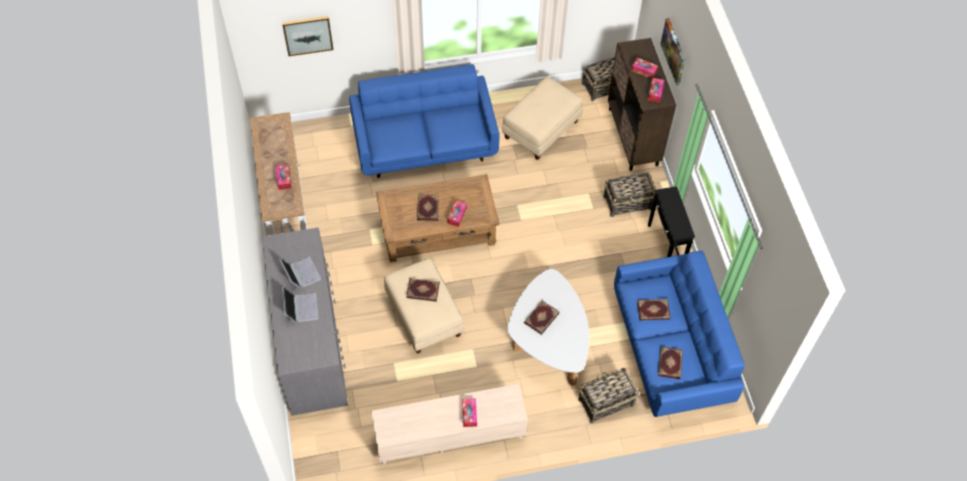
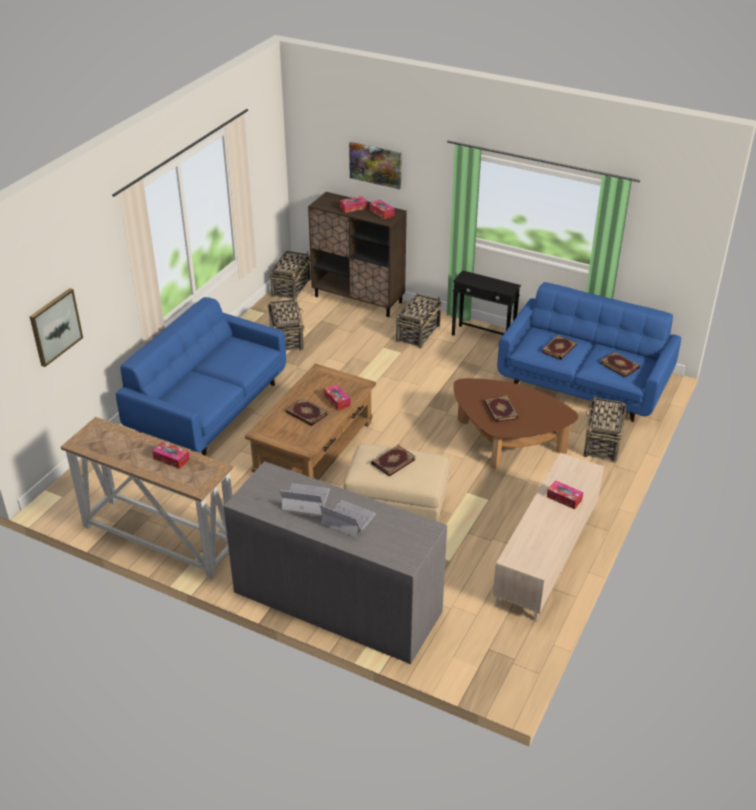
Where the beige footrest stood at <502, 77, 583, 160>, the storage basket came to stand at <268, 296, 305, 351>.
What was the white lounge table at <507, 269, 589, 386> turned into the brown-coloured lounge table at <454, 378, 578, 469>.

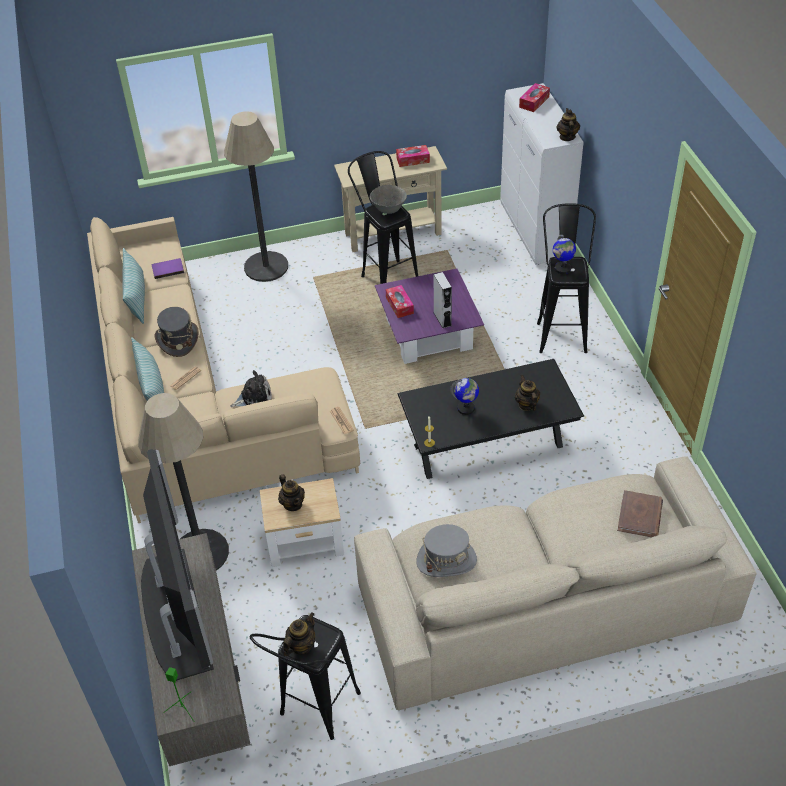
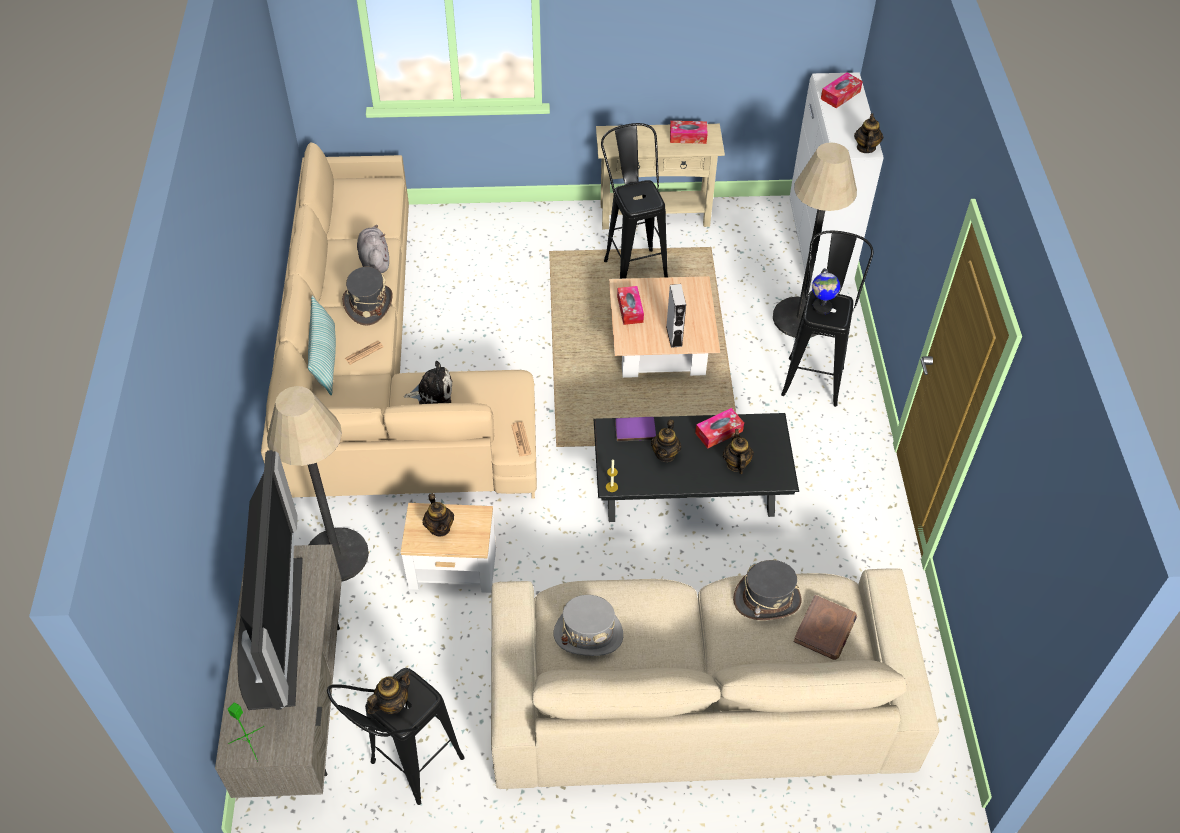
The second view lost the pillow at <122, 248, 145, 324>.
The second view lost the gray deep dish at <370, 185, 407, 214>.
The second view gained the gray cuddly toy at <357, 225, 389, 273>.
The second view gained the box of tissues at <695, 408, 744, 449>.
The second view gained the gray clothing hat at <733, 560, 802, 620>.
The purple bound book ended up elsewhere, having gone from <152, 258, 184, 279> to <615, 417, 656, 442>.
The standing lamp ended up elsewhere, having gone from <224, 111, 288, 282> to <773, 142, 857, 338>.
Where the desk globe stood at <450, 378, 479, 415>, the teapot came to stand at <651, 420, 681, 462>.
What was the purple lounge table at <375, 269, 484, 364> turned into the beige lounge table at <609, 276, 720, 378>.

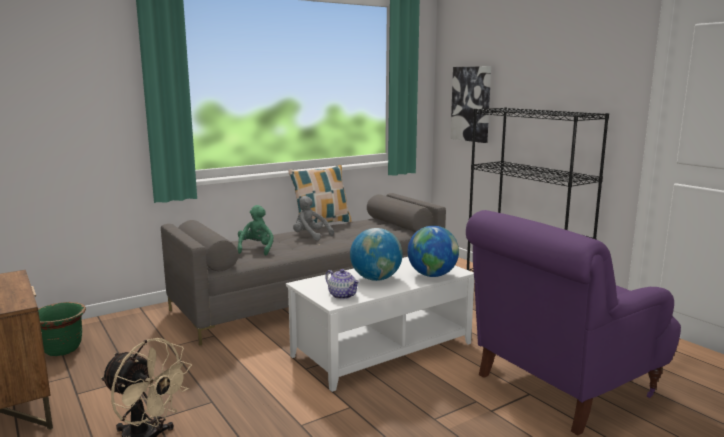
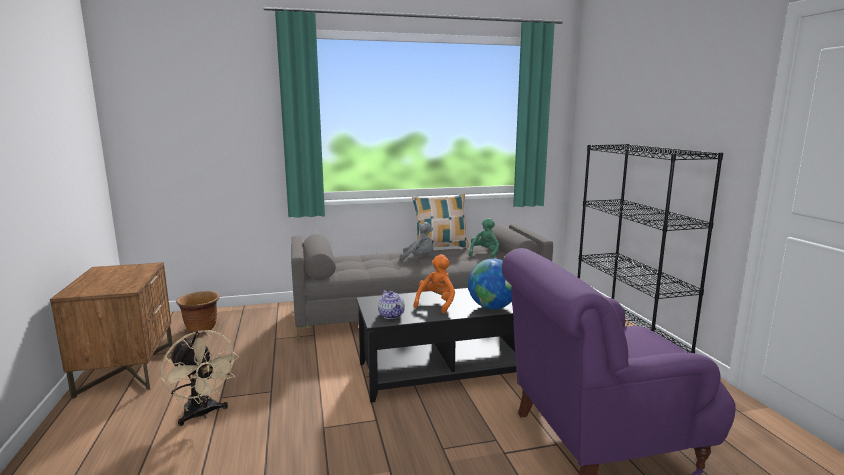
The second view lost the wall picture at <450, 66, 491, 143>.
The green-coloured cuddly toy ended up elsewhere, having gone from <237, 205, 274, 255> to <469, 218, 499, 259>.
Where the desk globe stood at <350, 228, 402, 281>, the orange cuddly toy came to stand at <414, 254, 455, 314>.
What was the green-coloured planter at <38, 302, 86, 356> turned into the brown-coloured planter at <176, 291, 220, 333>.
What was the white lounge table at <286, 257, 474, 392> turned into the black-coloured lounge table at <356, 288, 517, 402>.
The gray cuddly toy at <293, 196, 334, 241> ended up facing another way, 135 degrees clockwise from before.

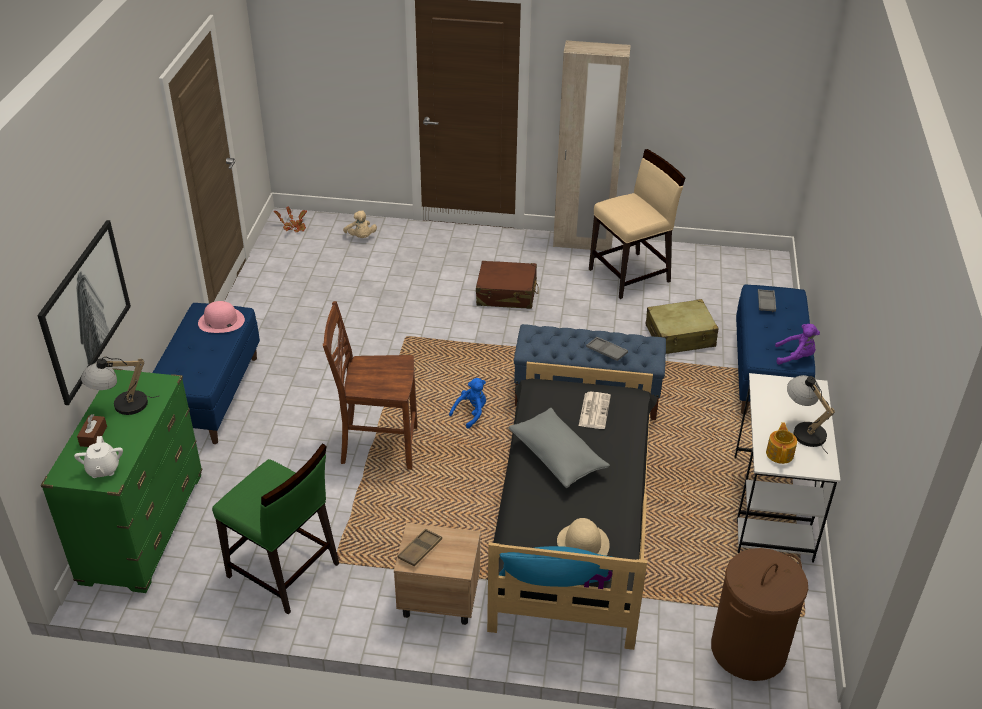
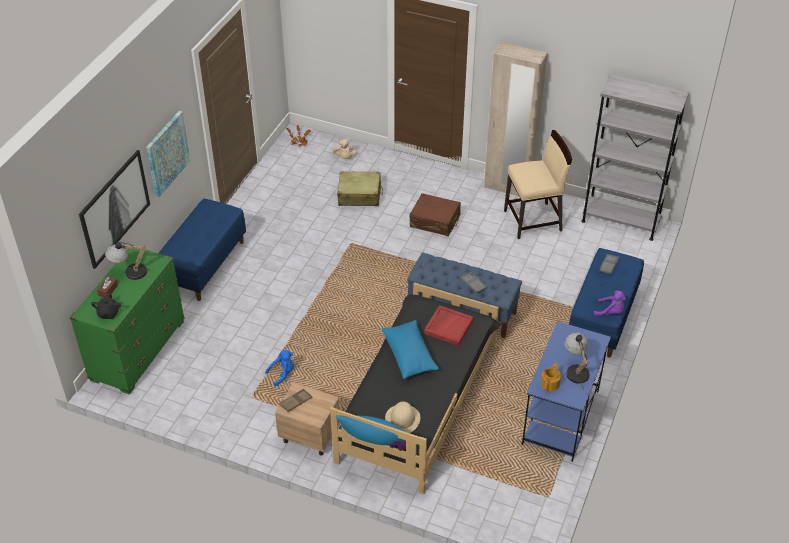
The second view lost the pink-coloured clothing hat at <198, 301, 245, 333>.
The second view lost the green-coloured plain chair at <212, 443, 339, 614>.
The second view lost the brown-coloured plain chair at <323, 301, 417, 470>.
The second view lost the brown-coloured laundry basket at <711, 548, 808, 681>.
The second view gained the wall picture at <146, 111, 190, 197>.
The second view gained the gray shelving unit at <581, 74, 689, 241>.
The blue cuddly toy ended up elsewhere, having gone from <449, 378, 486, 429> to <265, 350, 294, 386>.
The beige piece of luggage ended up elsewhere, having gone from <645, 299, 719, 354> to <337, 172, 383, 206>.
Where the daily paper stood at <579, 392, 611, 429>, the reddish tray came to stand at <424, 305, 474, 346>.
What was the white teapot at <74, 436, 123, 478> turned into the black-coloured teapot at <91, 293, 121, 319>.
What was the gray pillow at <508, 408, 610, 488> turned into the blue pillow at <382, 320, 439, 379>.
What was the white desk table at <735, 373, 841, 563> turned into the blue desk table at <522, 321, 611, 462>.

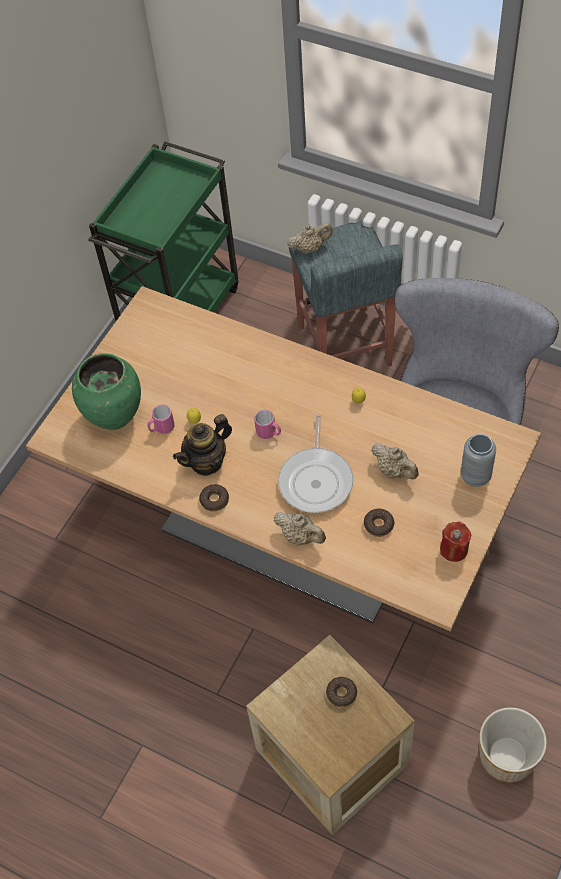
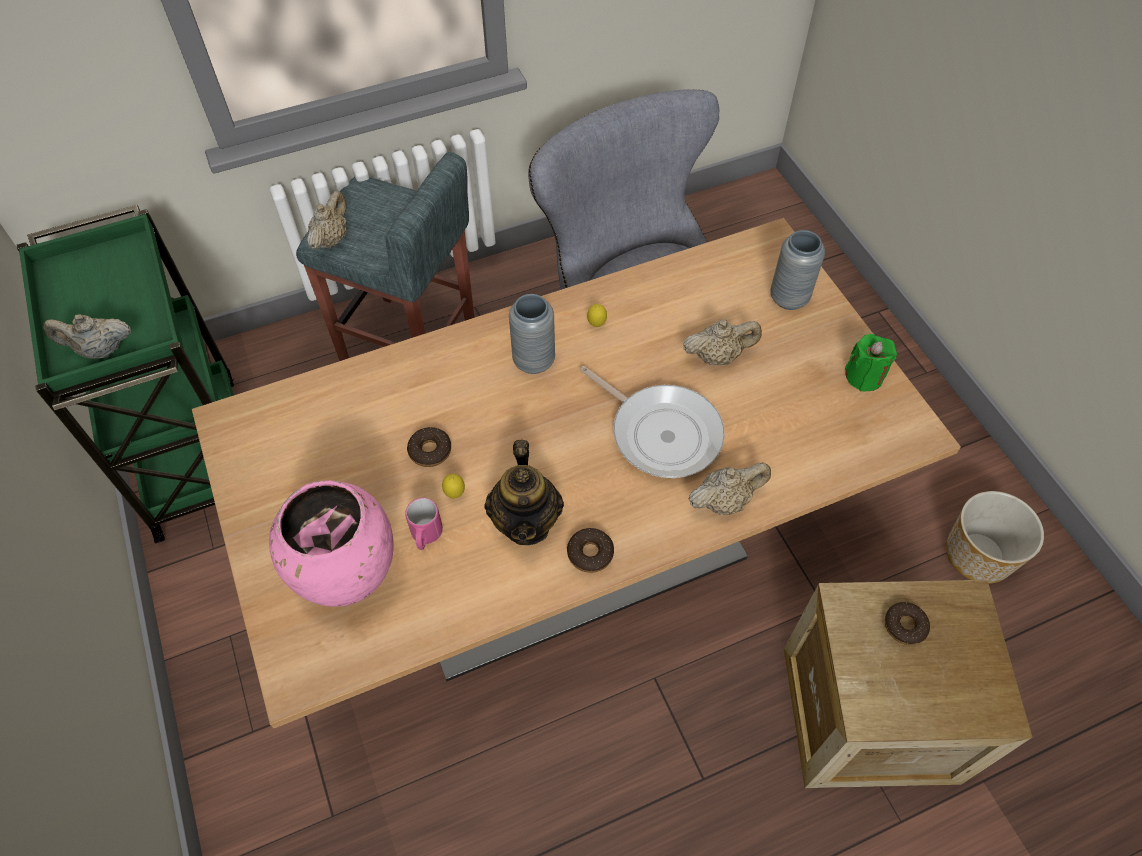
The second view lost the pink-coloured mug at <254, 410, 281, 439>.
The second view gained the beige teapot at <43, 314, 131, 359>.
The second view gained the gray flower vase at <509, 294, 555, 374>.
The ring doughnut ended up elsewhere, having gone from <364, 509, 394, 537> to <407, 427, 451, 467>.
What was the green-coloured flower vase at <72, 353, 141, 430> turned into the pink-coloured flower vase at <269, 480, 393, 607>.
What was the reddish wax candle at <440, 522, 471, 562> turned into the green-coloured wax candle at <845, 334, 897, 392>.

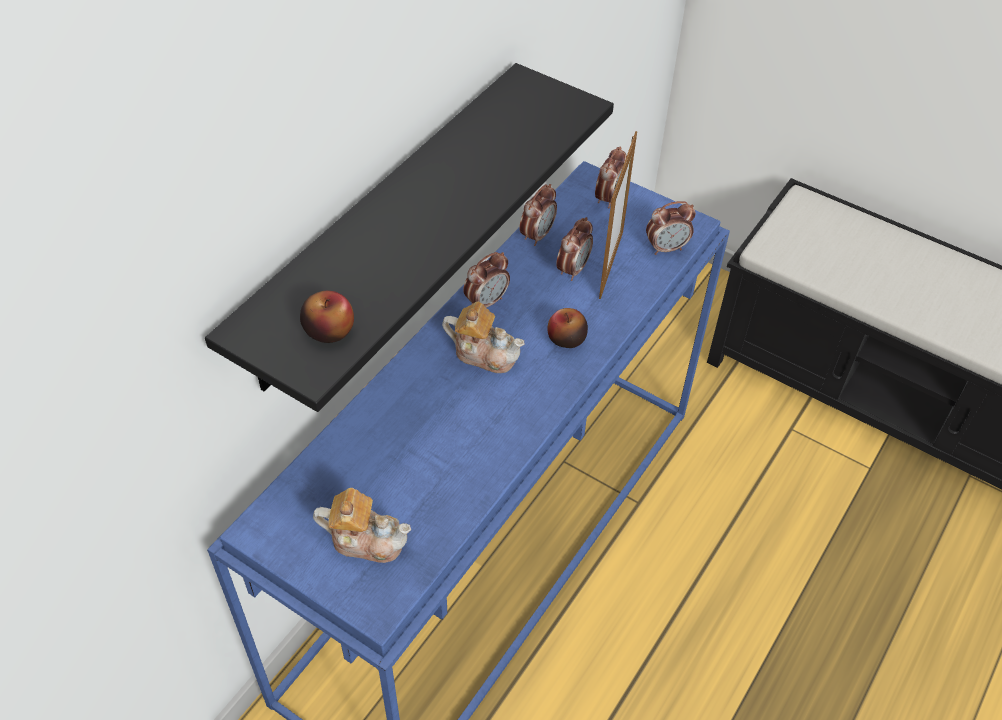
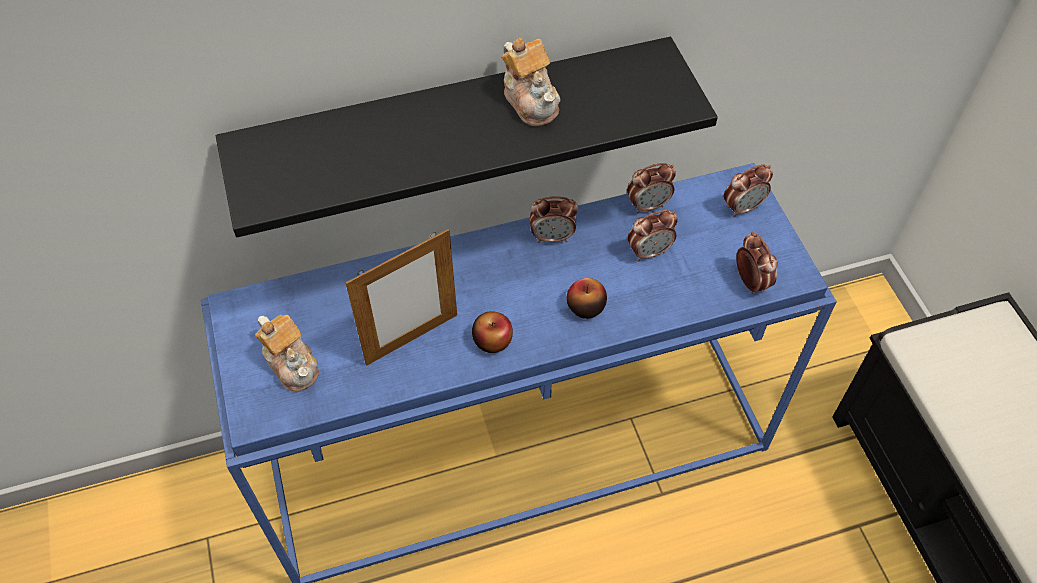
The whole apple ended up elsewhere, having gone from <300, 291, 354, 343> to <472, 311, 513, 353>.
The teapot ended up elsewhere, having gone from <442, 301, 525, 373> to <501, 38, 561, 127>.
The standing frame ended up elsewhere, having gone from <599, 131, 637, 299> to <345, 229, 457, 366>.
The alarm clock at <646, 201, 696, 255> ended up facing another way, 135 degrees counterclockwise from before.

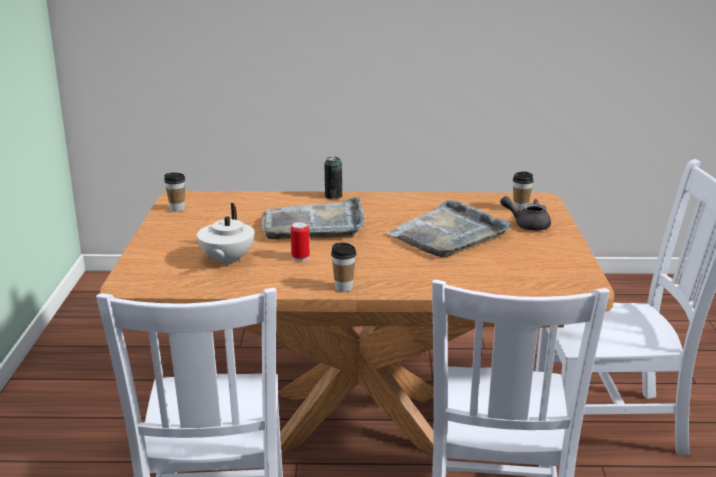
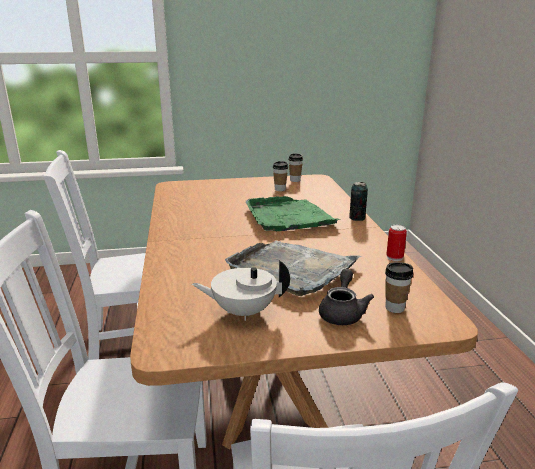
The white teapot ended up elsewhere, having gone from <197, 203, 254, 267> to <192, 260, 290, 321>.
The sealed can ended up elsewhere, having gone from <291, 222, 310, 261> to <386, 225, 407, 261>.
The drinking cup ended up elsewhere, having gone from <331, 242, 357, 292> to <273, 161, 288, 191>.
What was the gray tray at <262, 197, 364, 240> turned into the green-coloured tray at <245, 196, 341, 231>.

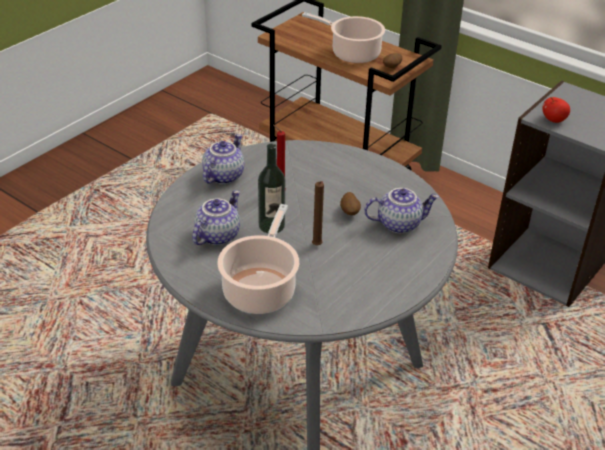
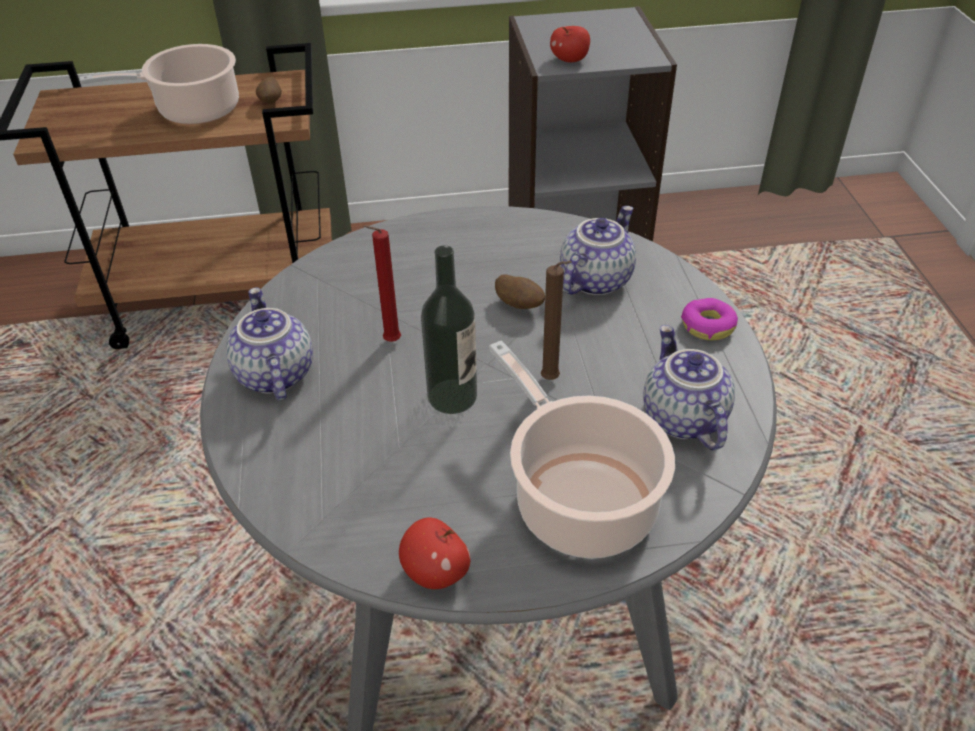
The second view gained the whole apple at <399, 517, 471, 589>.
The second view gained the ring doughnut at <681, 298, 738, 340>.
The teapot ended up elsewhere, having gone from <192, 190, 240, 245> to <643, 325, 735, 450>.

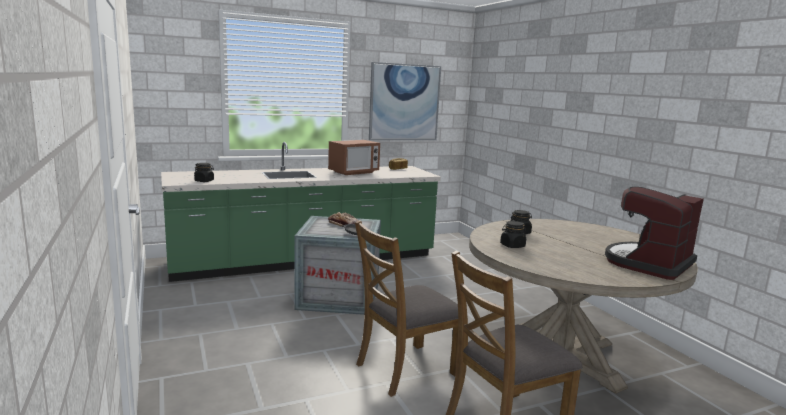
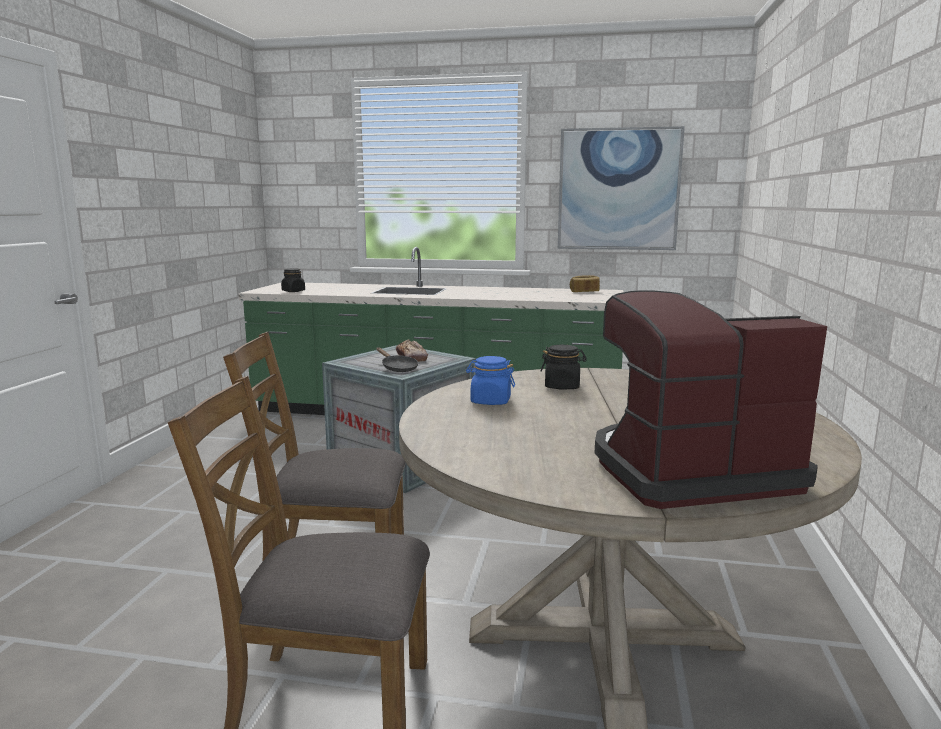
The second view lost the kitchen microwave at <328, 140, 380, 175>.
What was the black-coloured preserve jar at <500, 221, 526, 248> turned into the blue preserve jar at <466, 356, 515, 405>.

